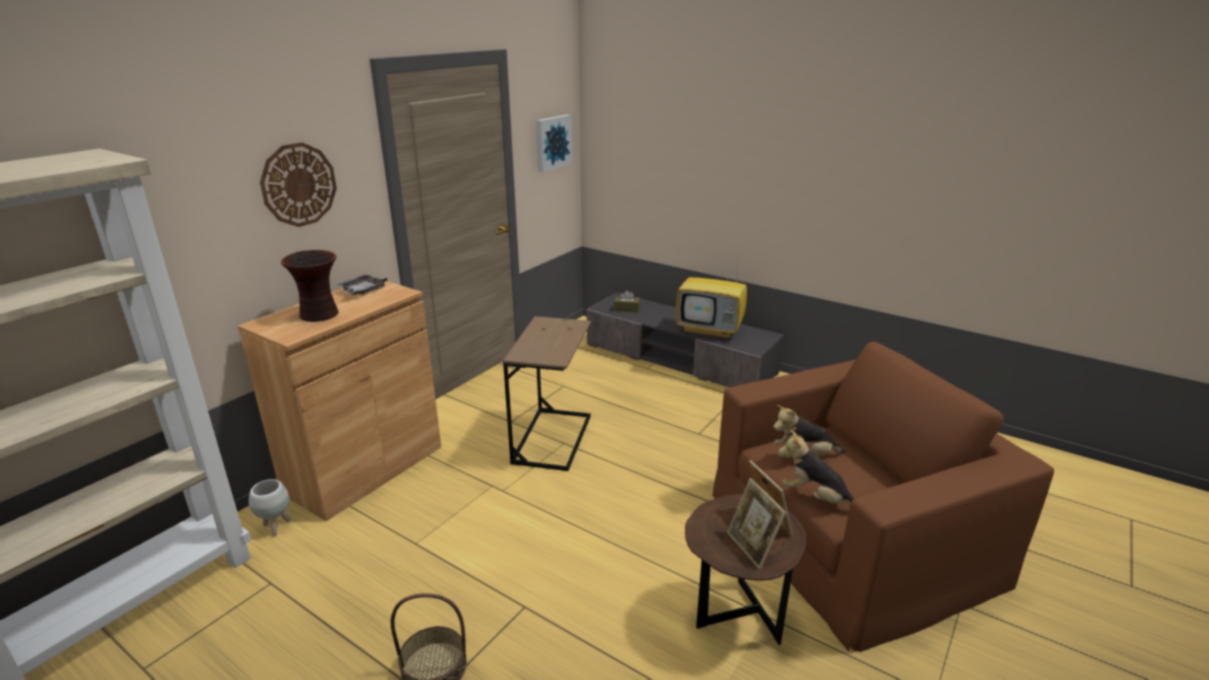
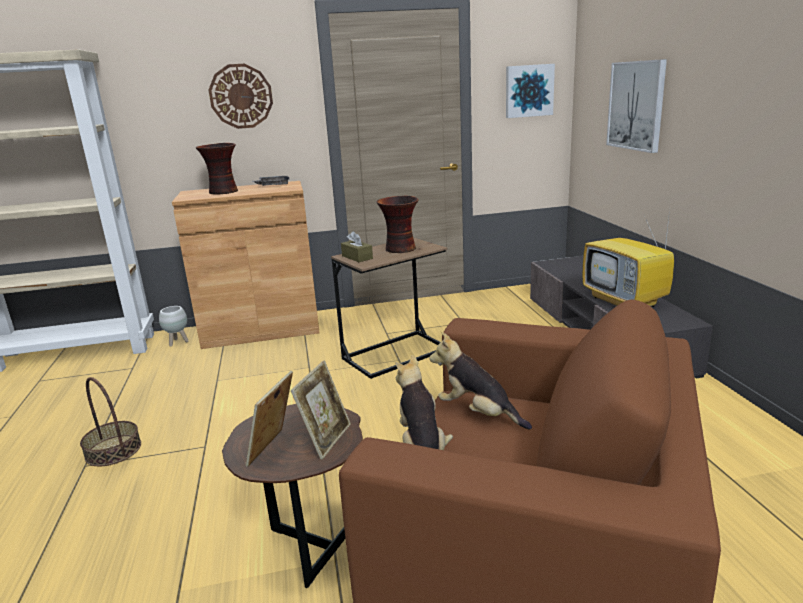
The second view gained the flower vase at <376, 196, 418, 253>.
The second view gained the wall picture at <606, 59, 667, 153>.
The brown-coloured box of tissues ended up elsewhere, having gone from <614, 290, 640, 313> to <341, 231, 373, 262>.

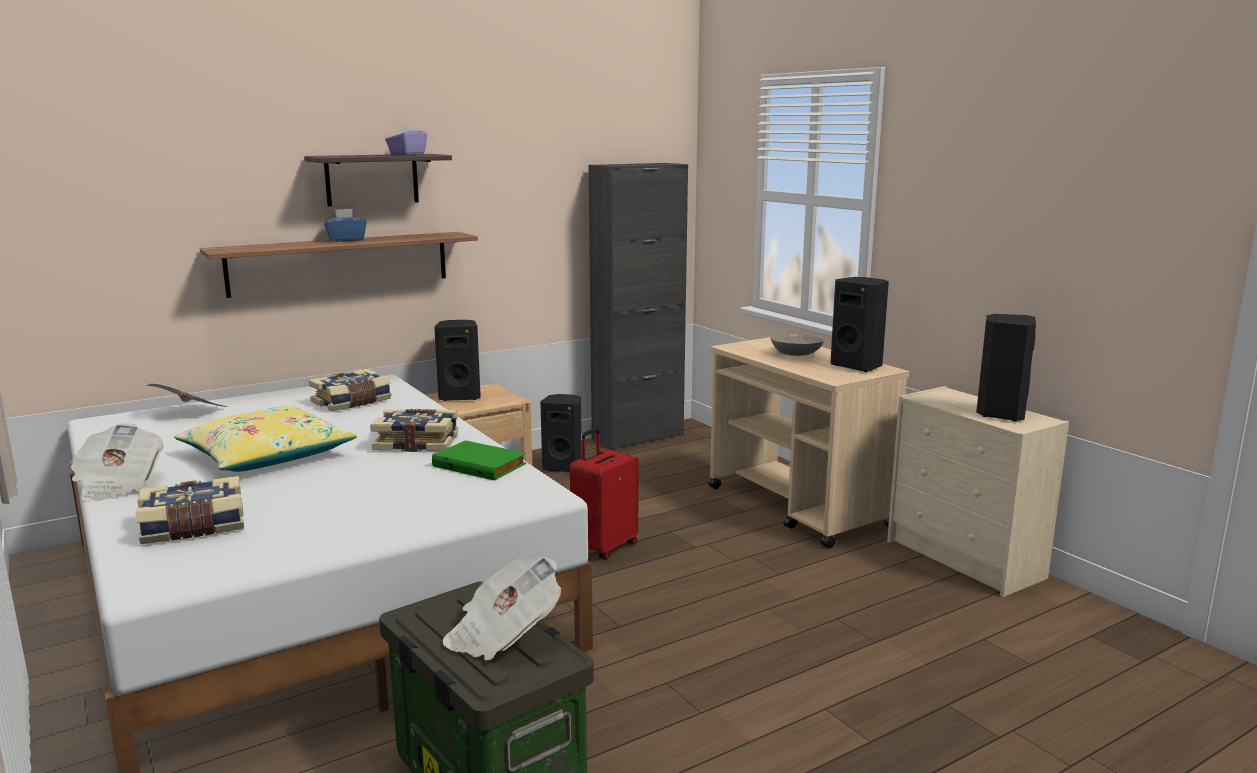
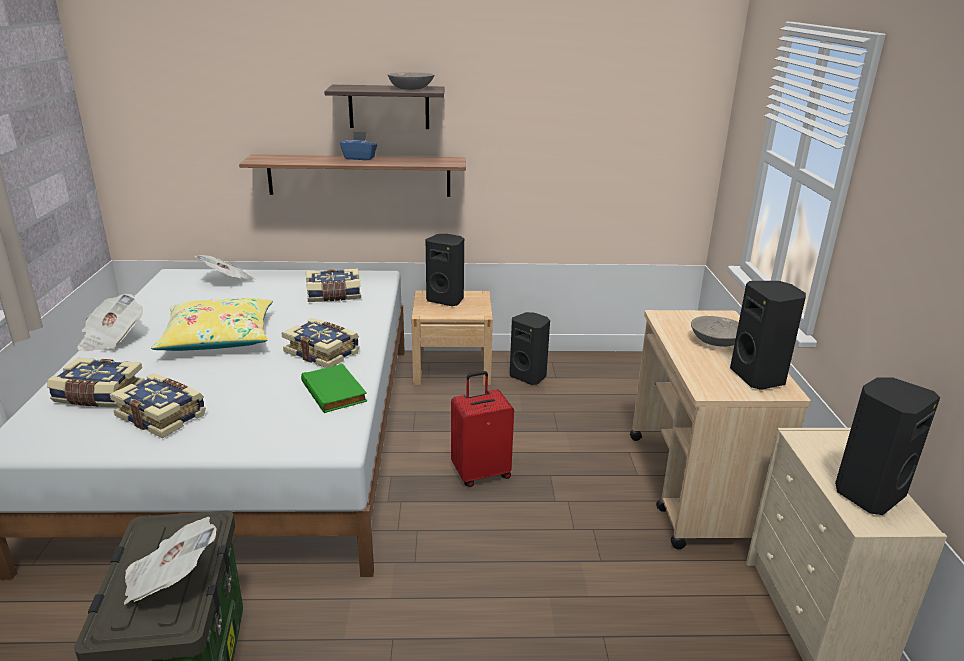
The second view lost the black-coloured storage cabinet at <589, 163, 688, 451>.
The second view gained the bound book at <110, 374, 206, 438>.
Where the purple box of tissues stood at <385, 123, 427, 155>, the gray deep dish came to stand at <388, 72, 434, 90>.

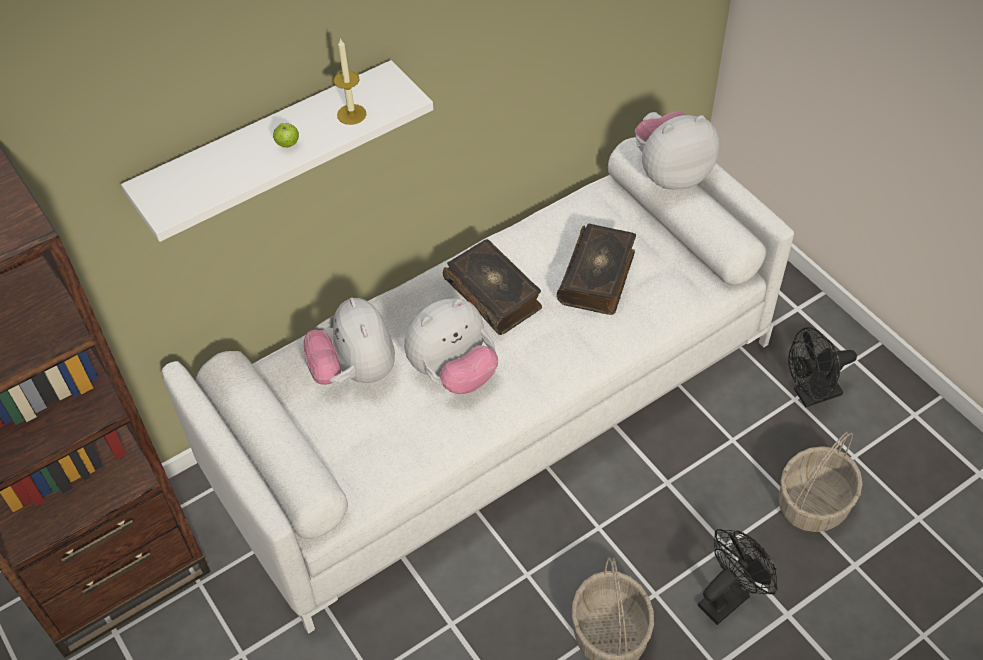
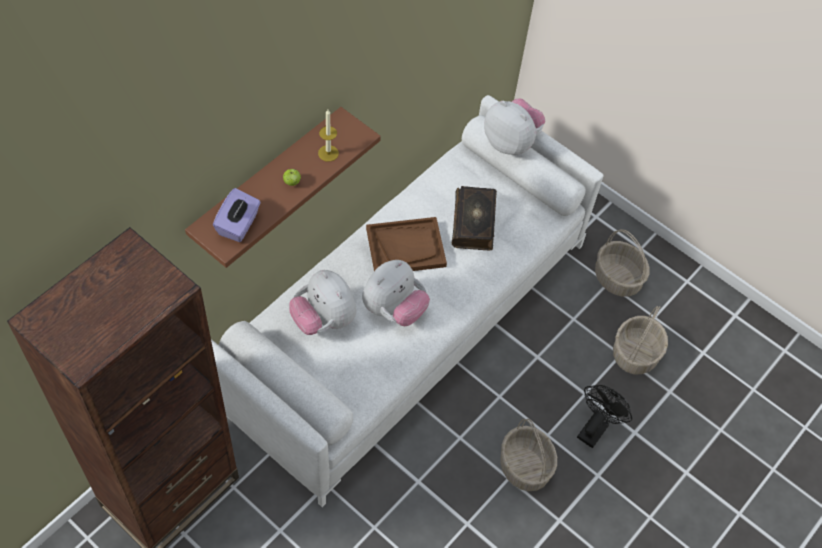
The second view gained the purple box of tissues at <213, 188, 261, 242>.
Where the bound book stood at <443, 239, 542, 335>, the brown-coloured tray came to stand at <366, 217, 447, 271>.
Where the black-coloured electric fan stood at <788, 327, 857, 407>, the storage basket came to stand at <595, 229, 650, 296>.
What was the white bracket shelf at <121, 60, 433, 242> turned into the brown-coloured bracket shelf at <185, 107, 381, 268>.
The cuddly toy at <635, 111, 720, 190> ended up facing another way, 75 degrees clockwise from before.

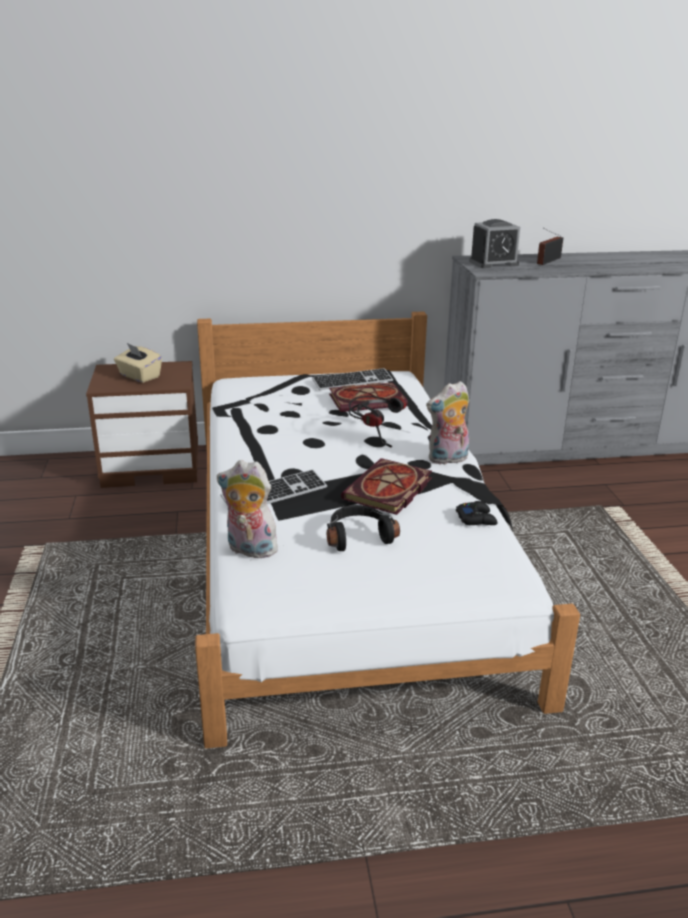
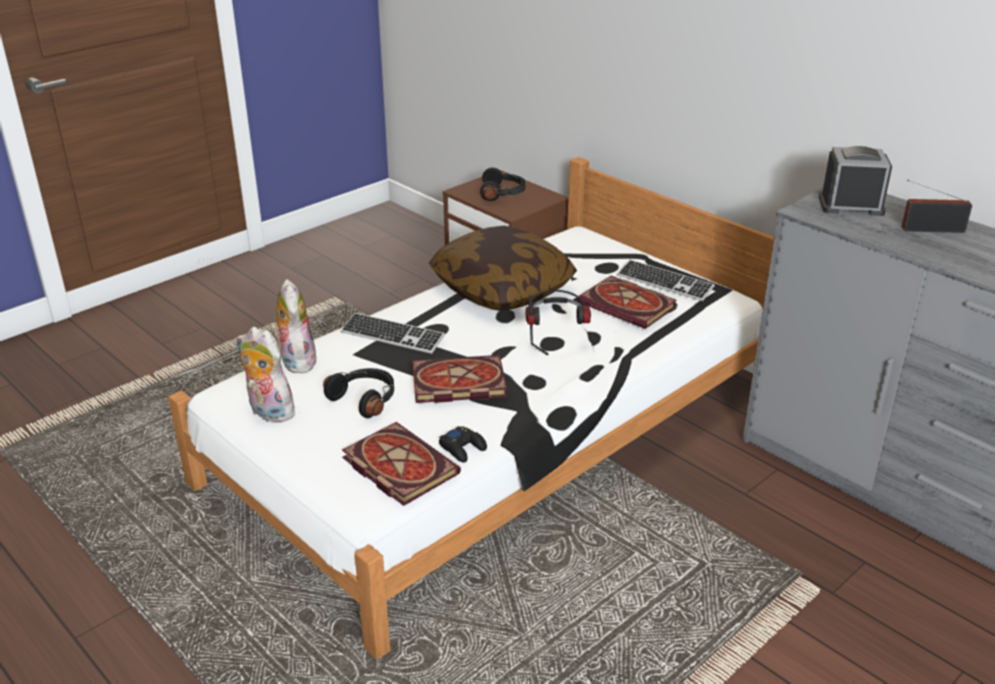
The second view gained the bound book at <342, 422, 461, 506>.
The second view gained the pillow at <429, 226, 577, 311>.
The cuddly toy ended up elsewhere, having gone from <426, 381, 469, 465> to <237, 327, 300, 423>.
Where the beige box of tissues stood at <114, 343, 162, 383>, the black-coloured headphones came to stand at <480, 168, 526, 201>.
The alarm clock at <469, 219, 520, 268> ended up facing another way, 150 degrees clockwise from before.

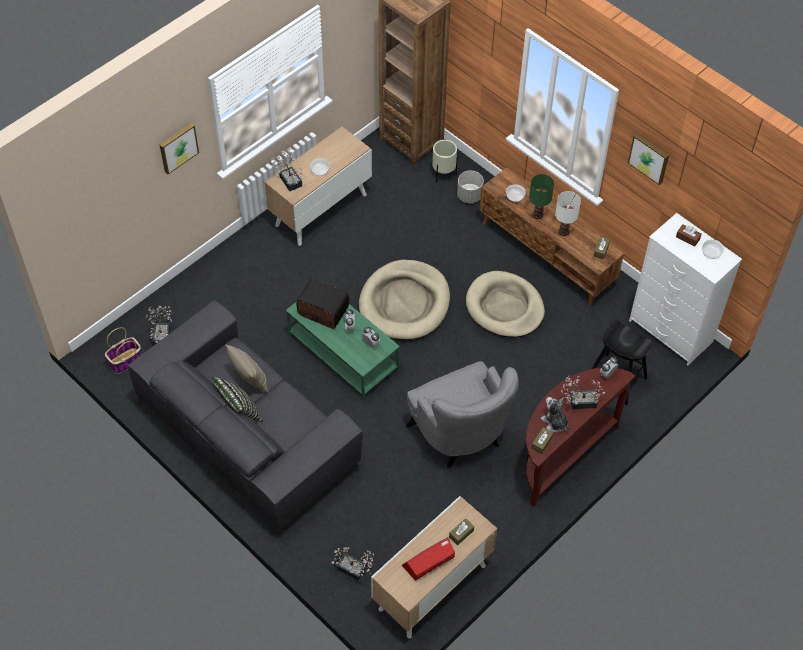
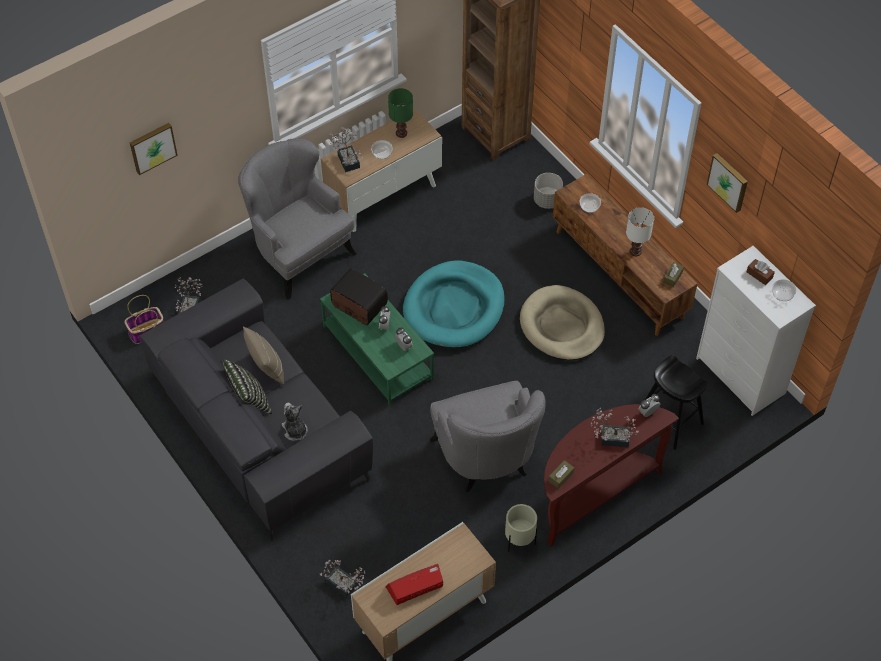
The second view lost the brown-coloured box of tissues at <449, 518, 474, 545>.
The second view gained the gray easy chair at <238, 138, 357, 300>.
The wall picture ended up elsewhere, having gone from <160, 123, 199, 174> to <130, 123, 178, 175>.
The beige planter ended up elsewhere, having gone from <432, 140, 458, 183> to <505, 504, 537, 552>.
The green-coloured table lamp ended up elsewhere, having gone from <529, 174, 554, 219> to <388, 88, 413, 138>.
The cuddly toy ended up elsewhere, having gone from <541, 397, 570, 432> to <282, 403, 308, 441>.
What was the beige dog bed at <359, 260, 450, 340> turned into the turquoise dog bed at <403, 260, 505, 348>.

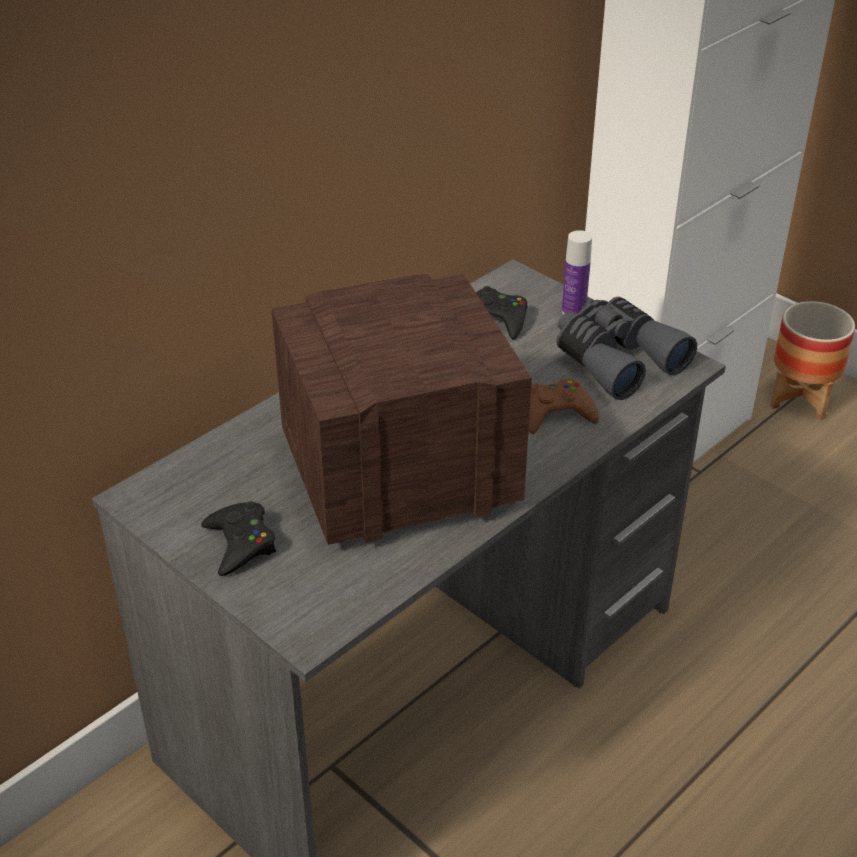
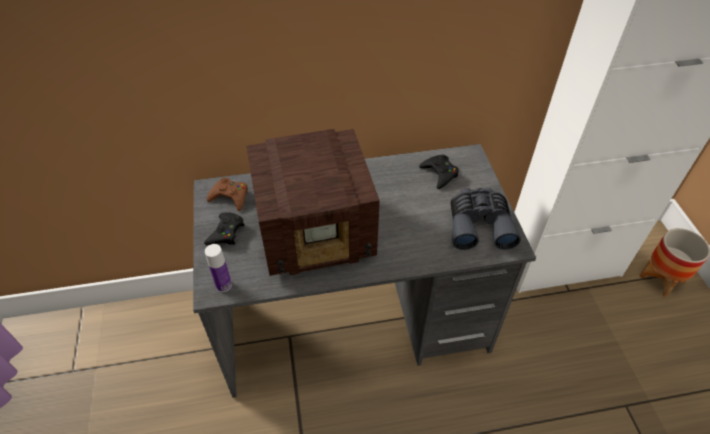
The brown-coloured joypad ended up elsewhere, having gone from <529, 379, 599, 434> to <207, 178, 248, 211>.
The drink bottle ended up elsewhere, having gone from <562, 230, 592, 315> to <205, 244, 232, 292>.
The radio at <271, 274, 532, 545> ended up facing another way, 150 degrees clockwise from before.

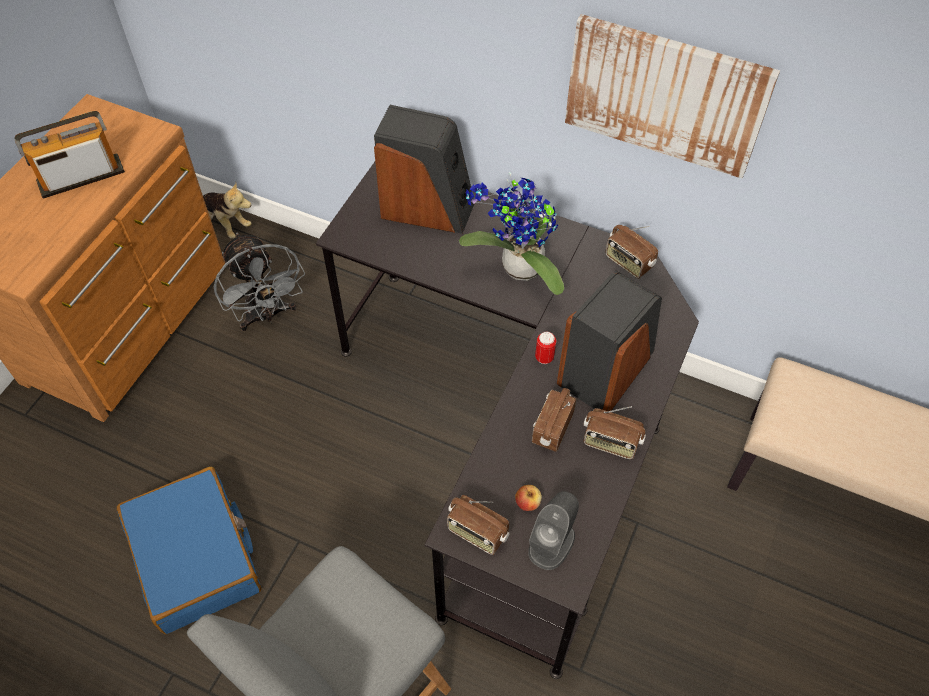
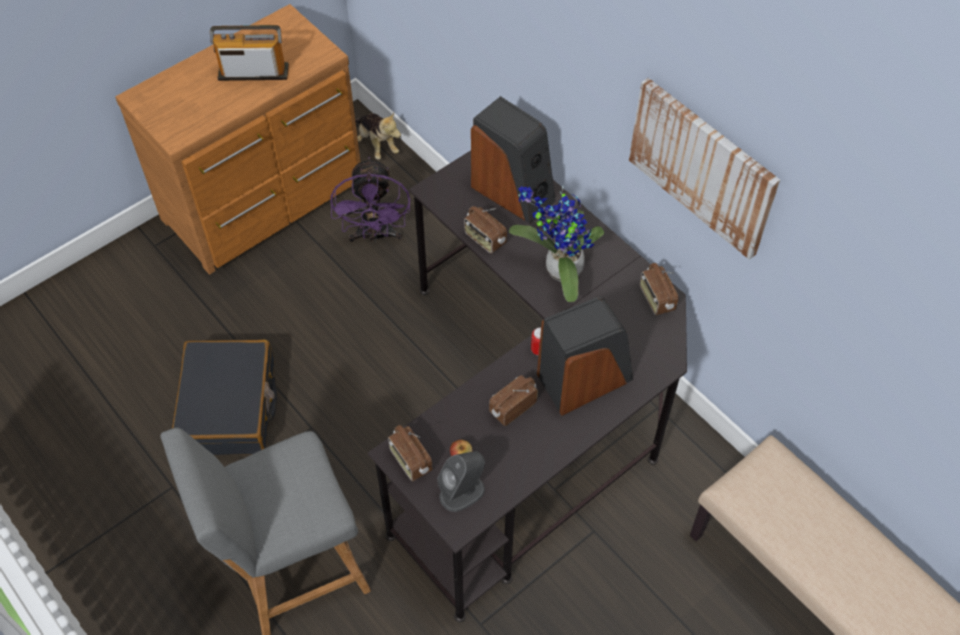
The radio ended up elsewhere, having gone from <583, 406, 646, 459> to <464, 206, 507, 254>.
What was the blue piece of luggage at <117, 467, 261, 634> turned into the black-coloured piece of luggage at <172, 340, 277, 455>.
What was the gray electric fan at <214, 232, 305, 331> turned into the purple electric fan at <331, 157, 410, 244>.

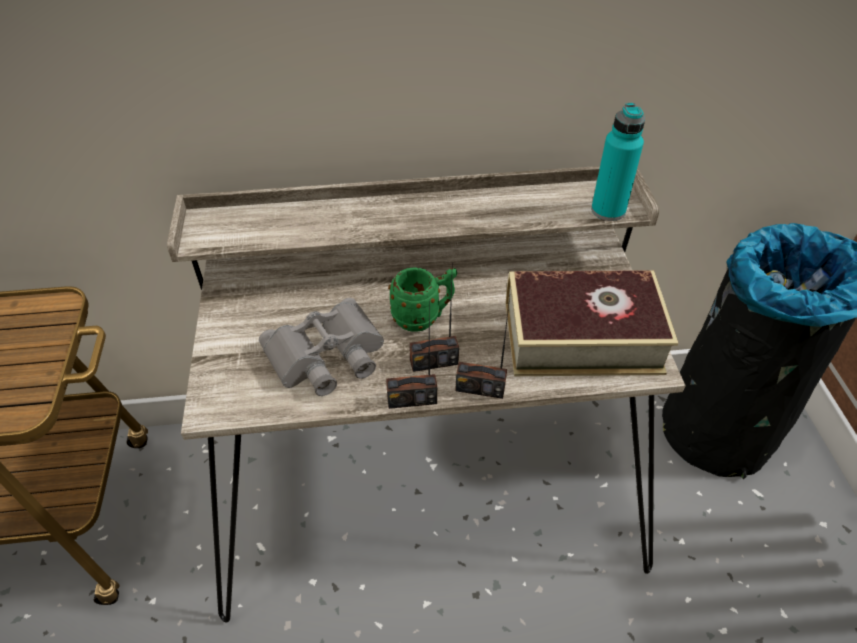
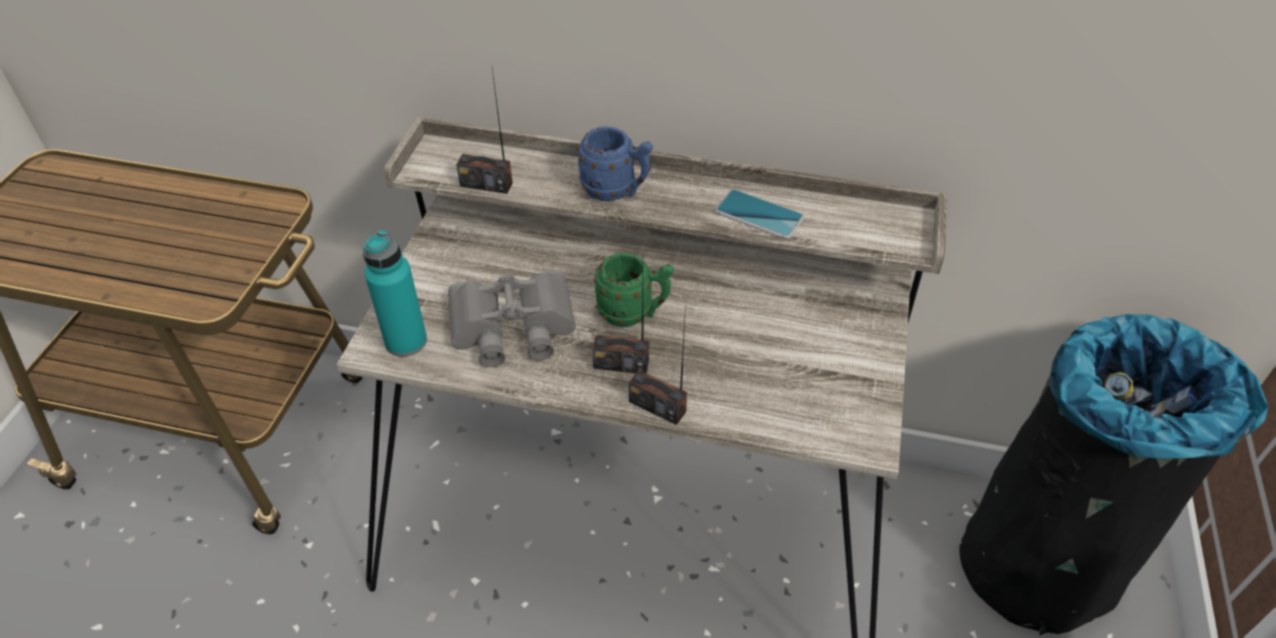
The second view lost the bound book at <506, 270, 678, 376>.
The second view gained the blue mug at <577, 126, 653, 201>.
The second view gained the phone at <715, 189, 804, 239>.
The radio ended up elsewhere, having gone from <386, 301, 437, 409> to <456, 69, 513, 194>.
The turquoise drink bottle ended up elsewhere, having gone from <591, 103, 645, 221> to <363, 230, 427, 357>.

